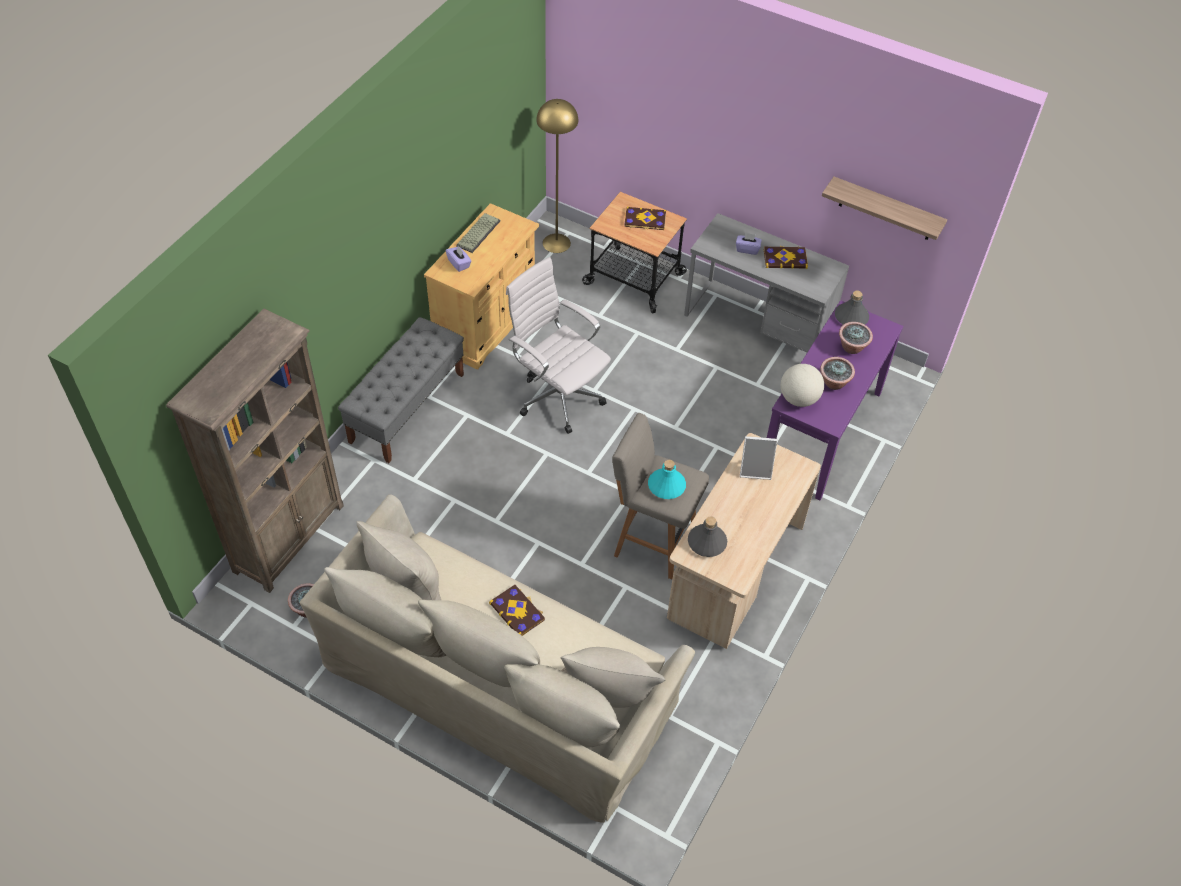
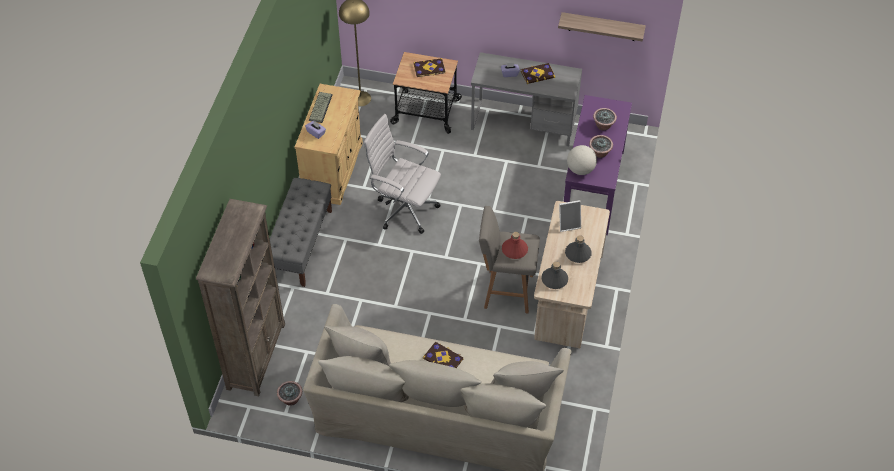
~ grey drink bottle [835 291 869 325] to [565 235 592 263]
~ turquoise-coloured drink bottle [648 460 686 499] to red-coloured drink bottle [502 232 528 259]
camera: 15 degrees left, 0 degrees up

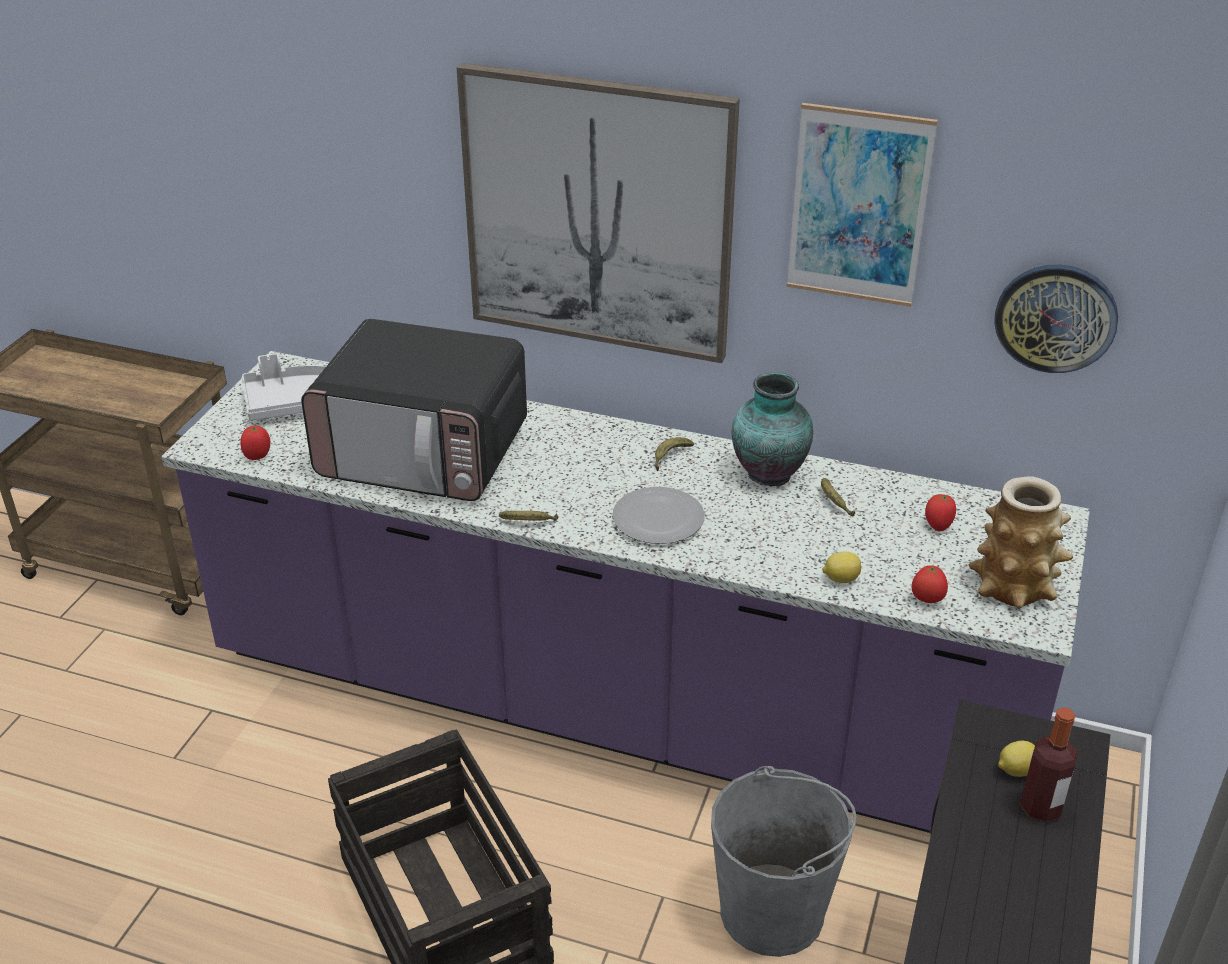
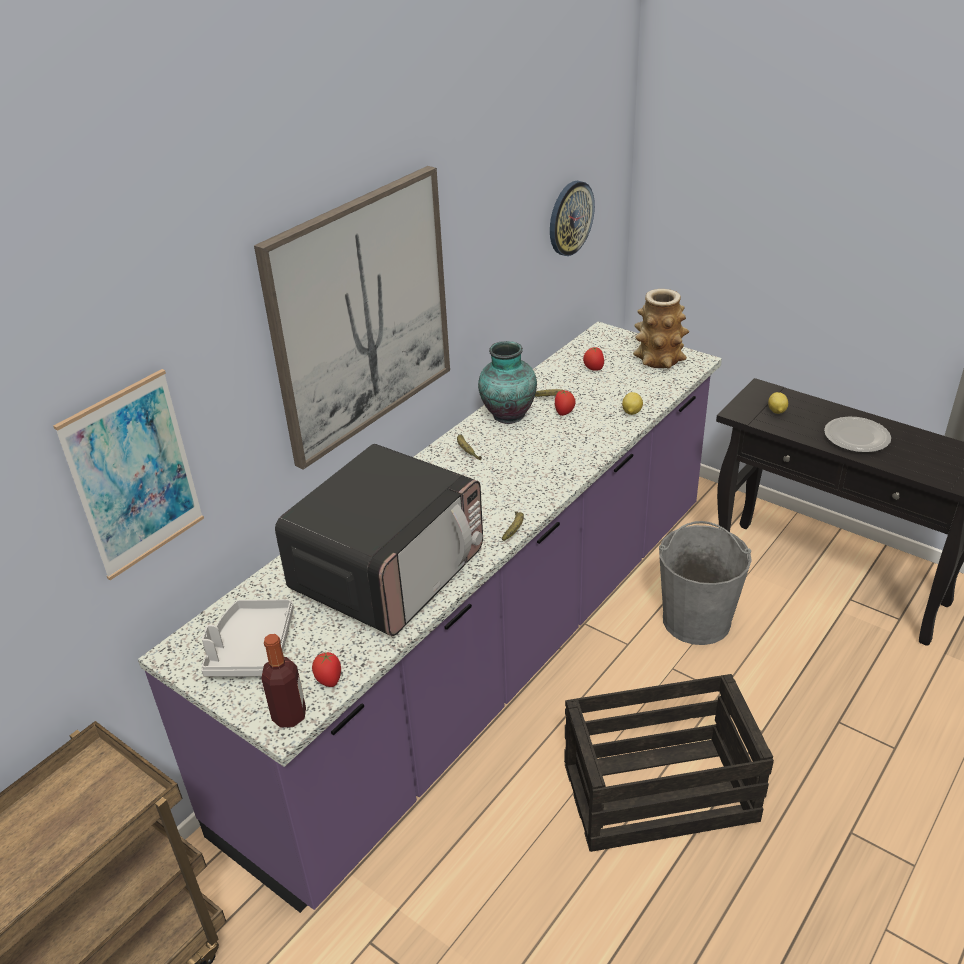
~ wall picture [787 103 938 307] to [54 369 204 580]
~ dinner plate [612 487 705 544] to [824 416 891 452]
~ tomato [912 565 948 603] to [555 390 575 416]
~ drink bottle [1020 707 1078 822] to [261 634 306 728]
camera: 70 degrees left, 0 degrees up

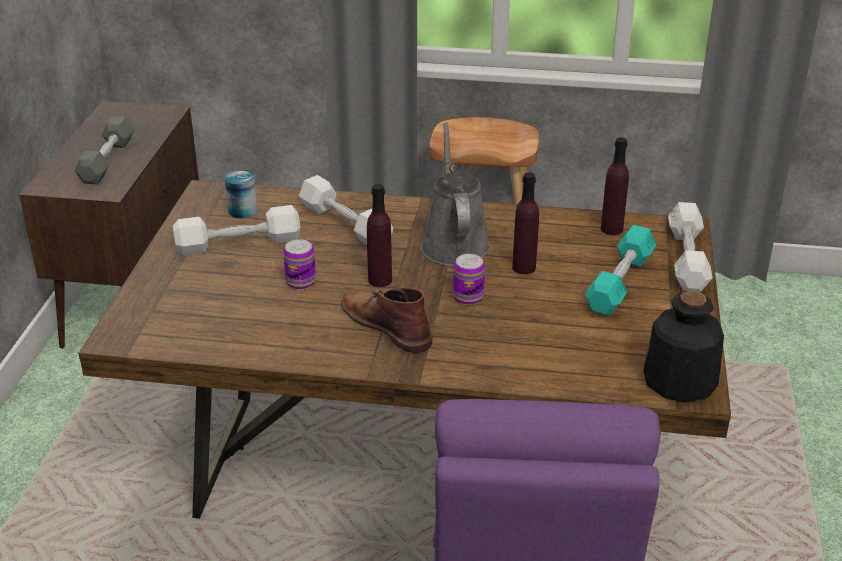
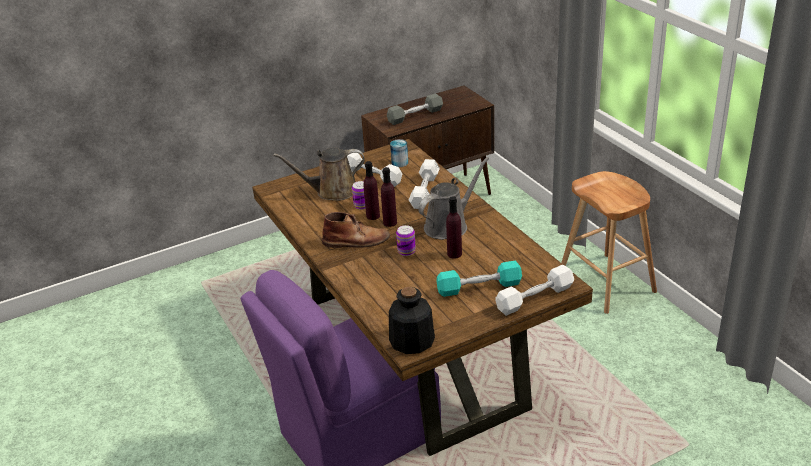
~ purple drink bottle [601 137 629 235] to [364 161 380 220]
~ brown-coloured tall boot [341 287 432 353] = [322 212 390 248] 75 degrees clockwise
+ brown-coloured watering pot [273 147 365 201]
camera: 55 degrees right, 0 degrees up

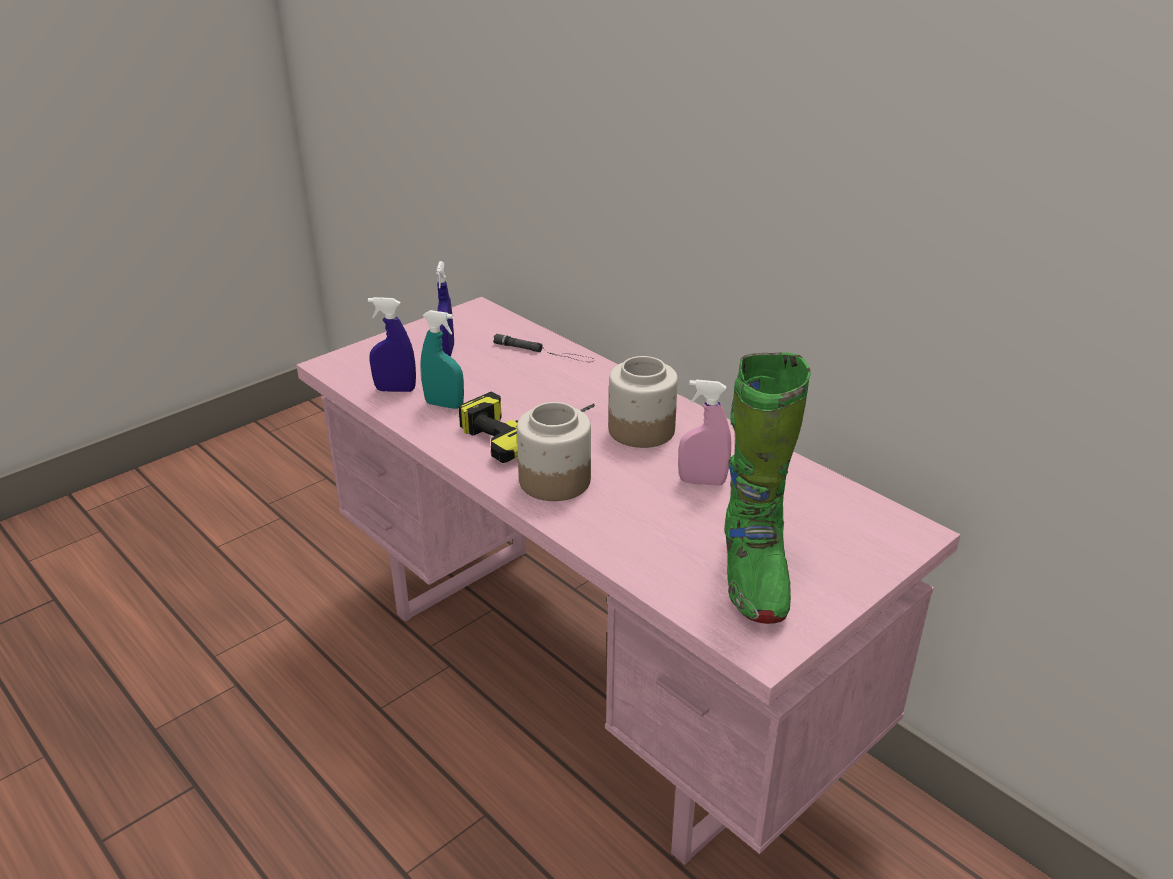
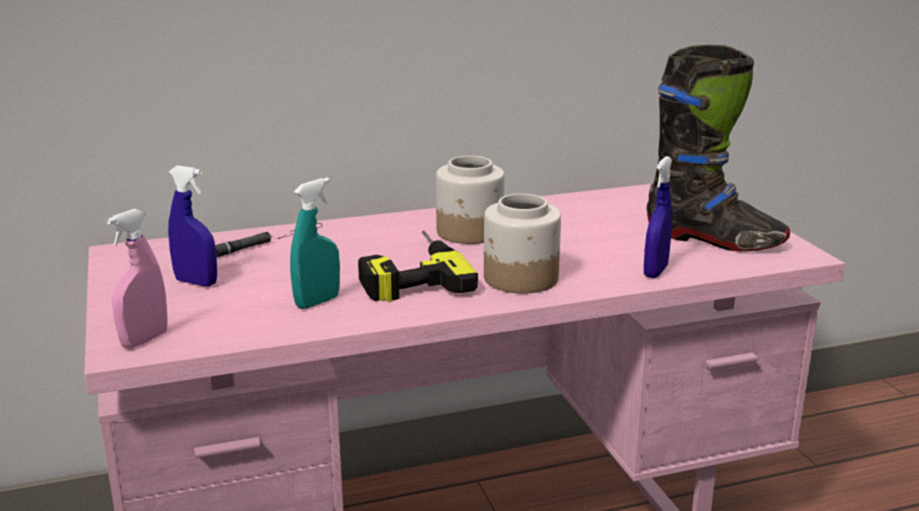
~ blue sprayer [368 297 416 392] to [644 156 672 278]
~ green-coloured tall boot [725 352 811 624] to black tall boot [647 45 790 252]
~ pink sprayer [678 380 731 486] to [107 209 168 348]
camera: 65 degrees left, 10 degrees down

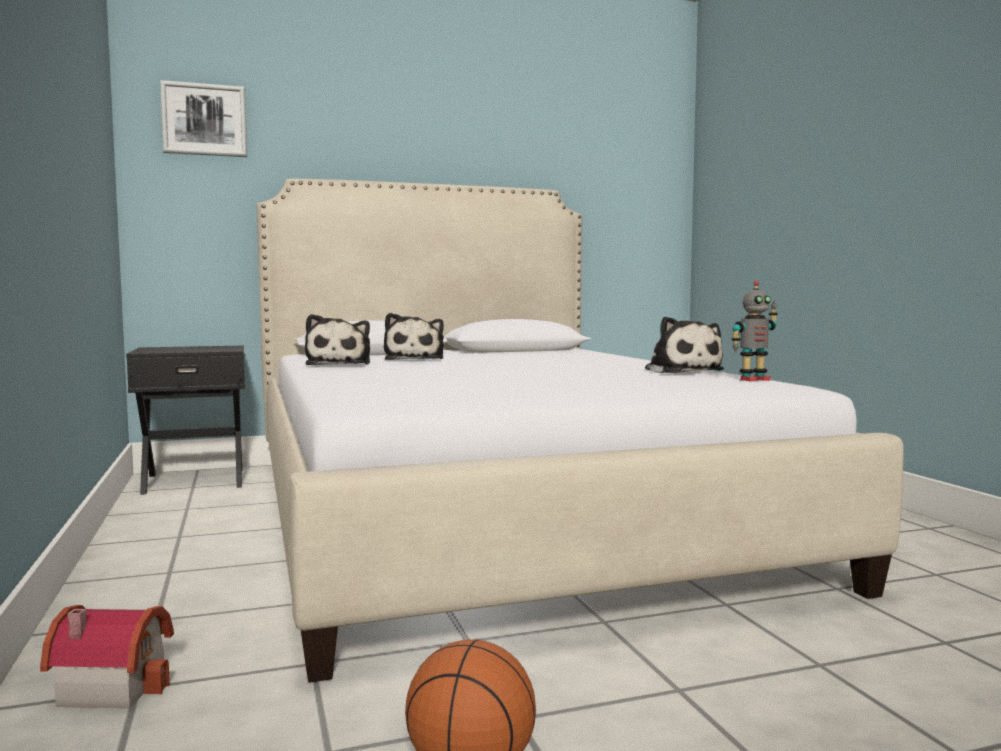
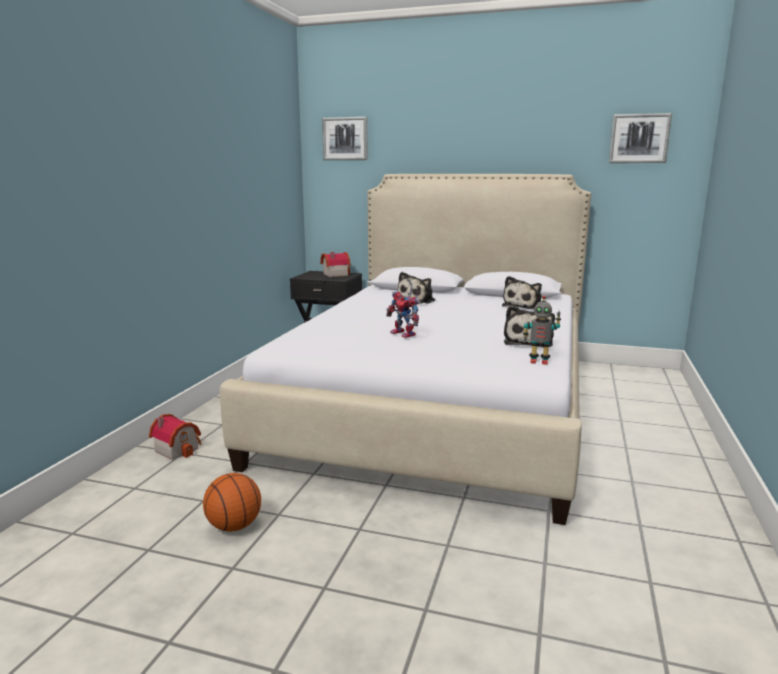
~ plush toy [305 314 370 365] to [502 276 542 309]
+ wall picture [609 113 672 163]
+ toy house [320 252 351 277]
+ robot figure [386 278 421 338]
camera: 35 degrees right, 10 degrees up

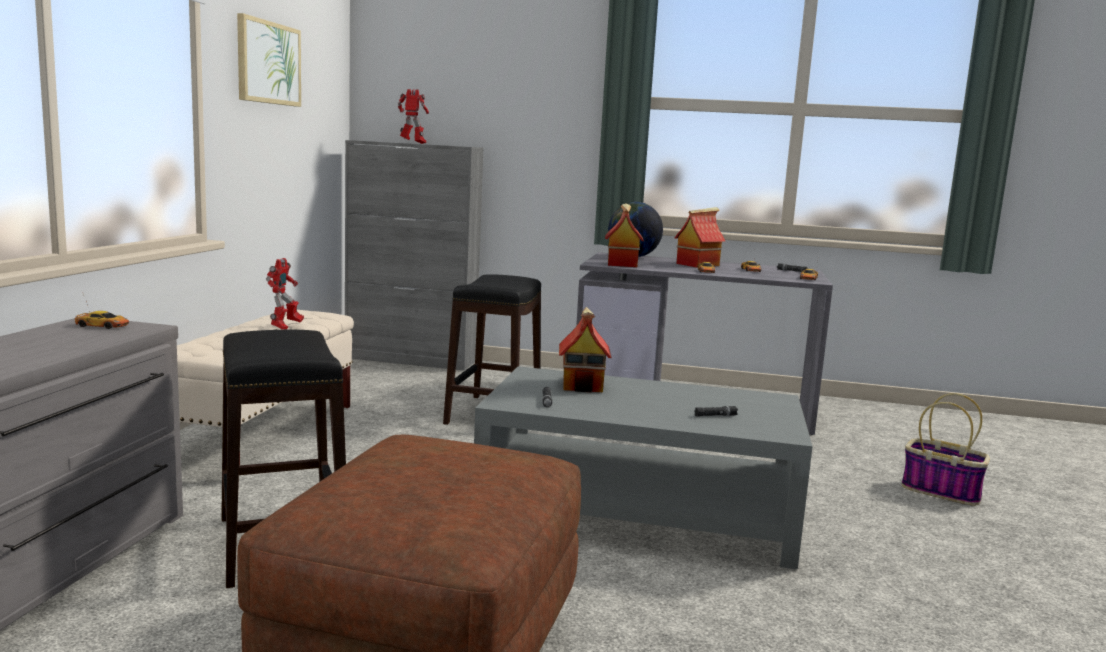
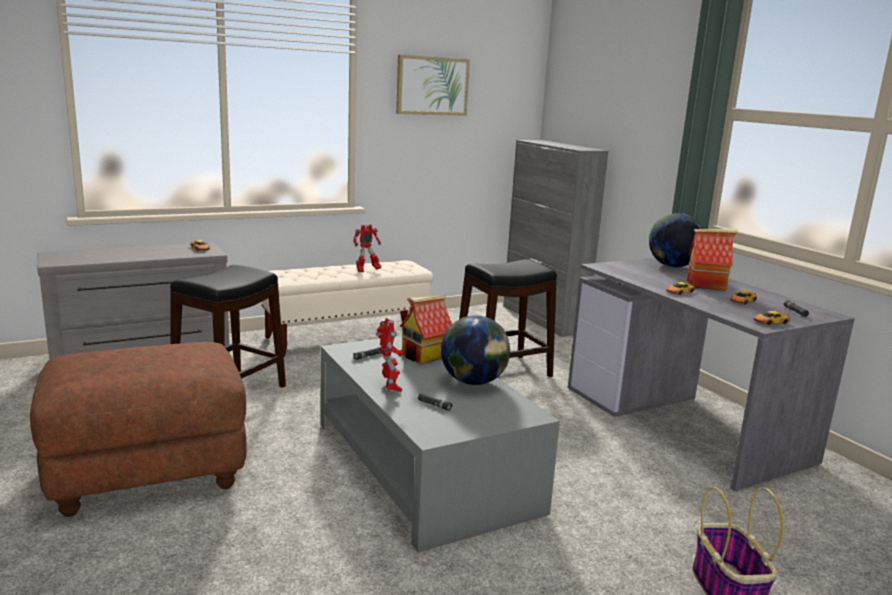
~ robot figure [398 89 429 144] to [376 318 403 392]
- toy house [605 203 644 267]
+ desk globe [441 315 510 385]
camera: 50 degrees right, 5 degrees up

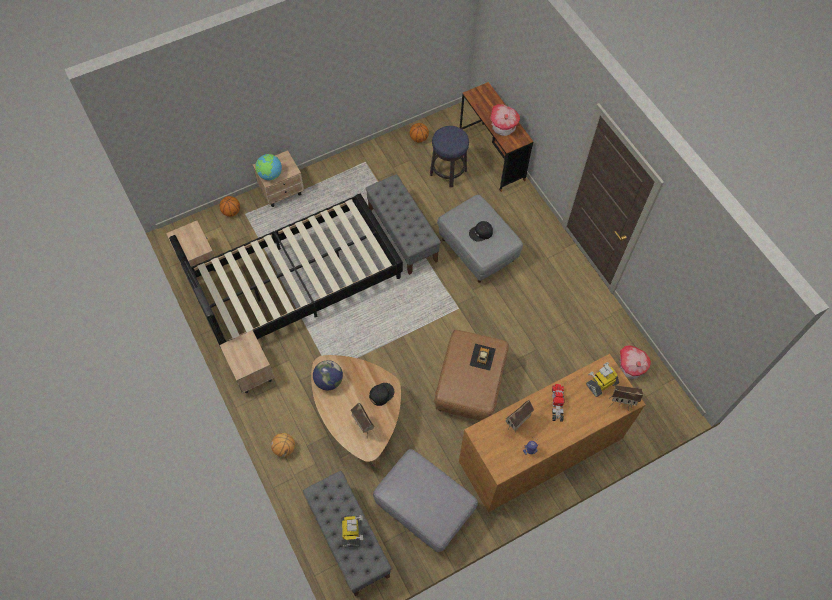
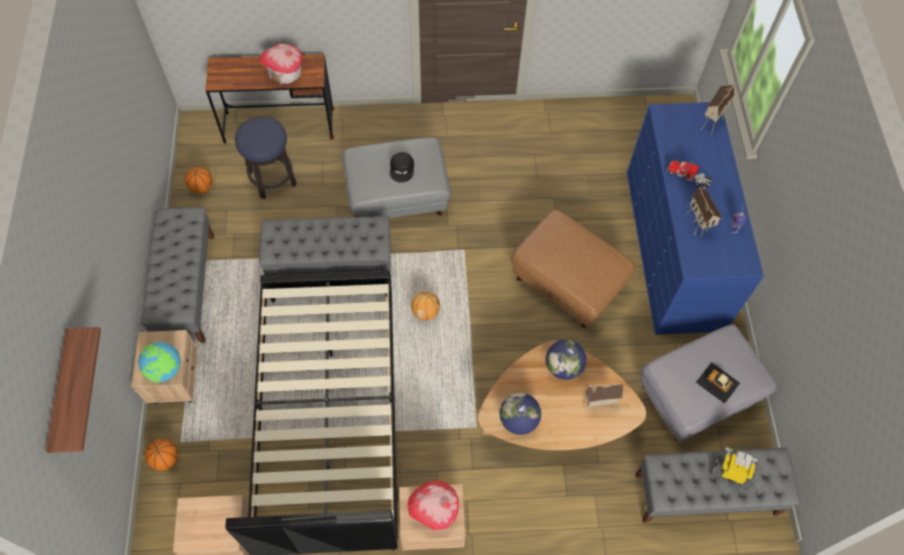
~ toy car [469 344 496 371] to [696 362 740 404]
~ toy house [619 345 651 379] to [407 480 459 531]
~ brown-coloured dresser [459 354 646 512] to blue dresser [627 102 764 335]
- robot figure [586 362 619 397]
~ black baseball cap [369 383 394 406] to desk globe [546 339 586 380]
~ basketball ball [271 433 295 457] to [411 291 440 321]
+ grey bench [141 207 214 343]
+ wall shelf [46 327 101 453]
camera: 65 degrees left, 0 degrees up

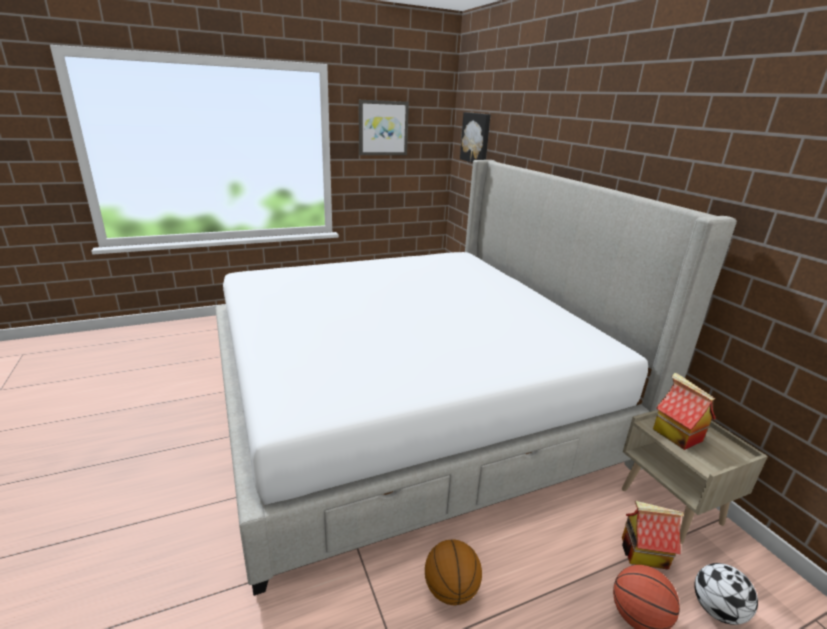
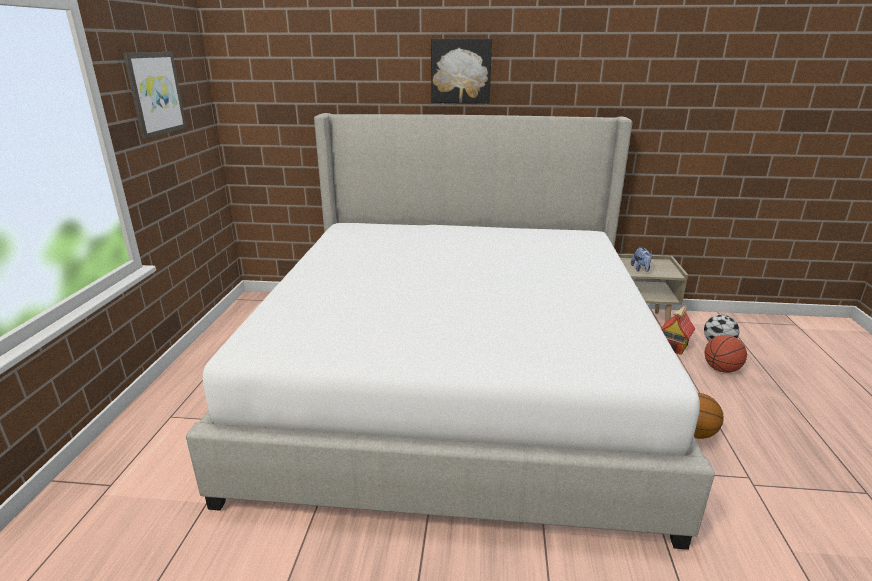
~ wall picture [460 112 490 163] to [431 39 492 103]
~ toy house [653 373 716 450] to plush toy [631 247 652 272]
camera: 60 degrees left, 0 degrees up

